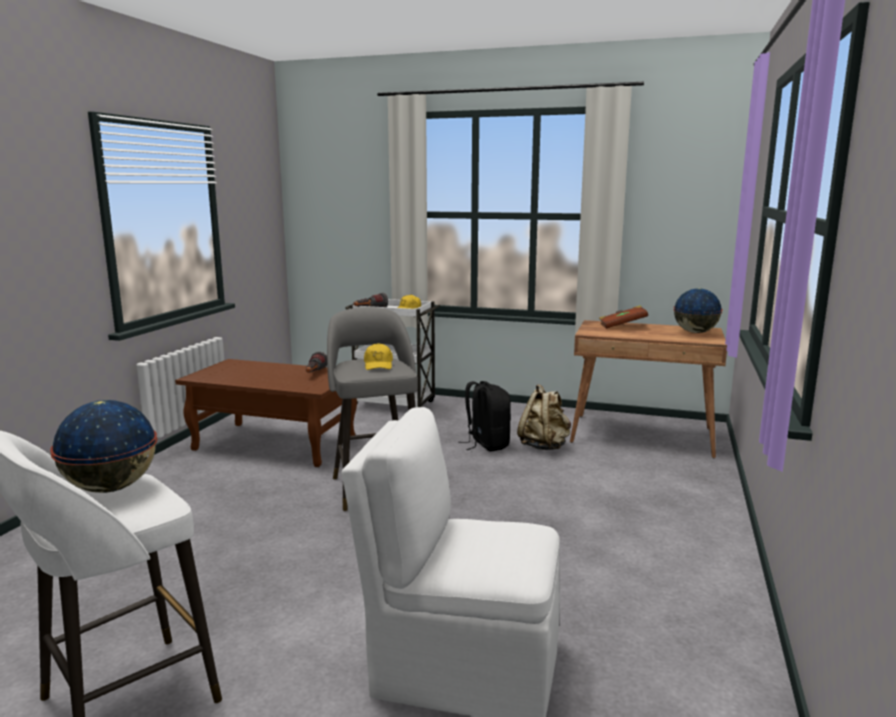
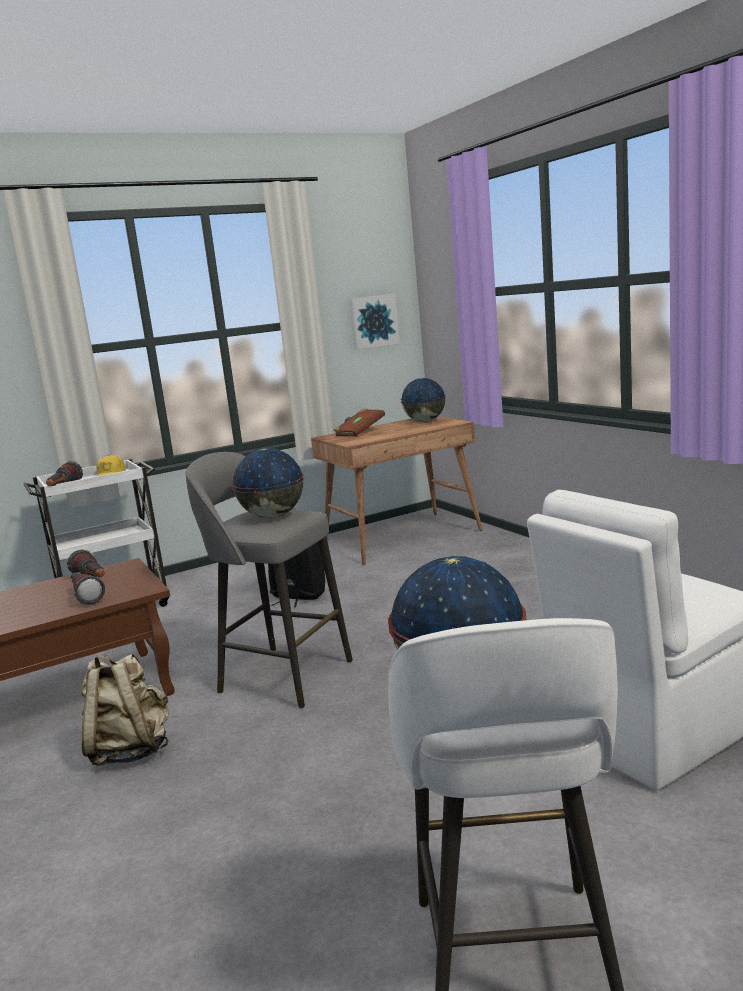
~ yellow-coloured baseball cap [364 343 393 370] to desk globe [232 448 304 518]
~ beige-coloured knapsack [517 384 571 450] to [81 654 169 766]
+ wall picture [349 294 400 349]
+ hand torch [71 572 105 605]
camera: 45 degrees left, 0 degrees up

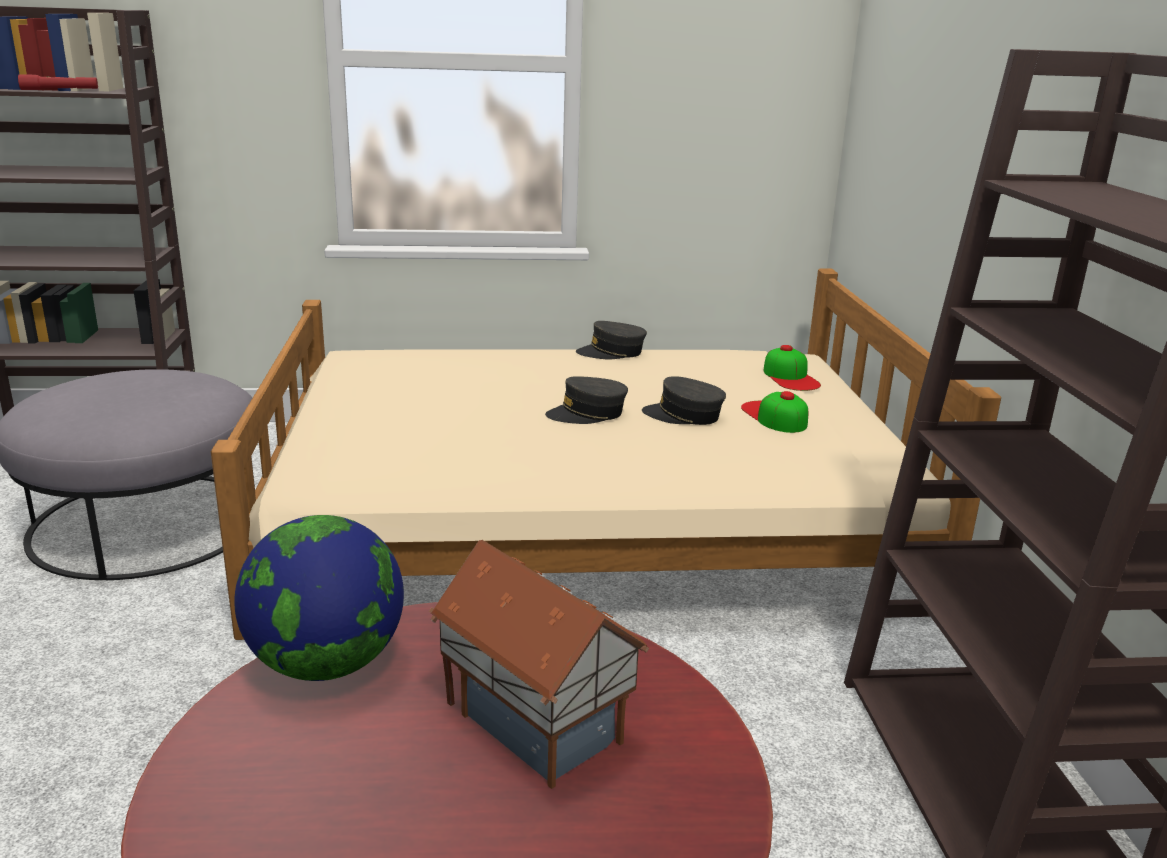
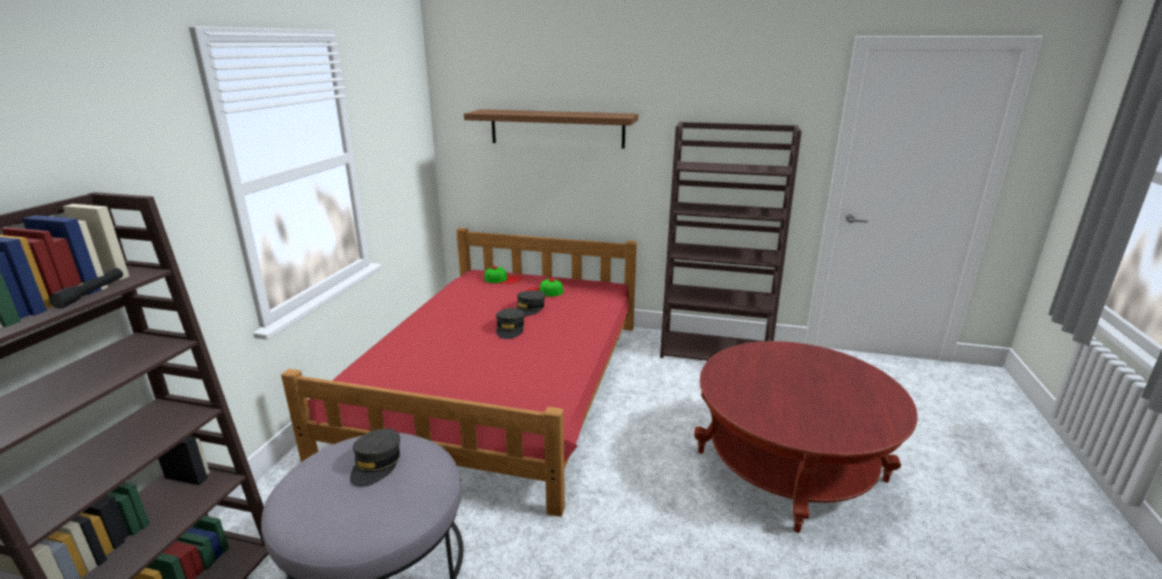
~ red-coloured hand torch [18 74 98 90] to black hand torch [49 268 123 309]
~ beige-coloured sleeping bed [211 268 1001 640] to red-coloured sleeping bed [281 228 637 517]
~ grey baseball cap [576 321 647 359] to [350 429 400 487]
- desk globe [234 515 404 681]
- toy house [429 540 649 789]
+ brown-coloured wall shelf [464 109 638 149]
camera: 70 degrees left, 0 degrees up

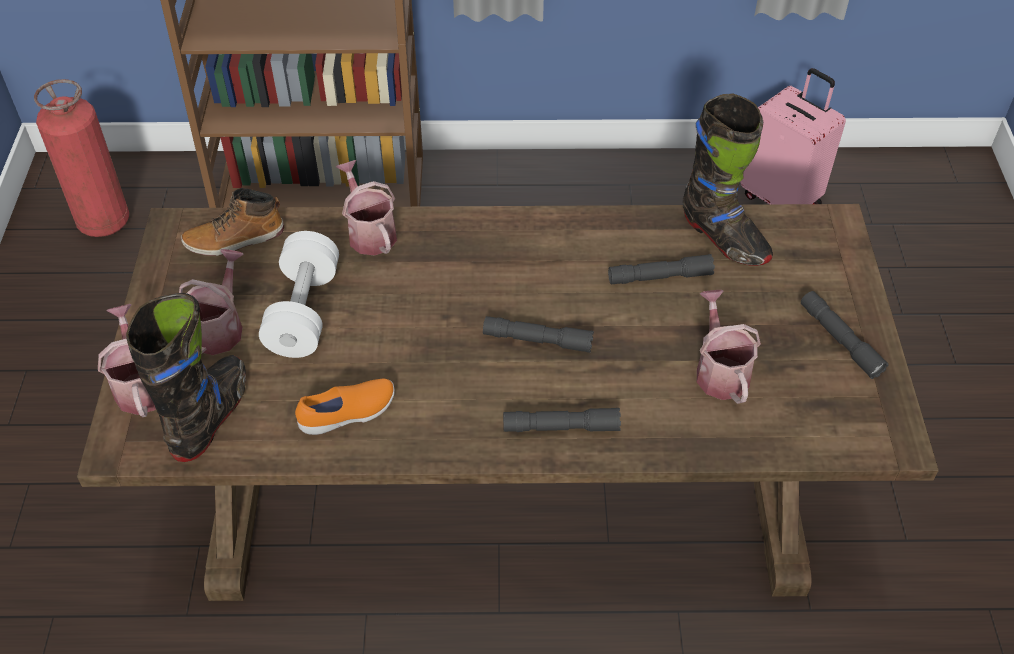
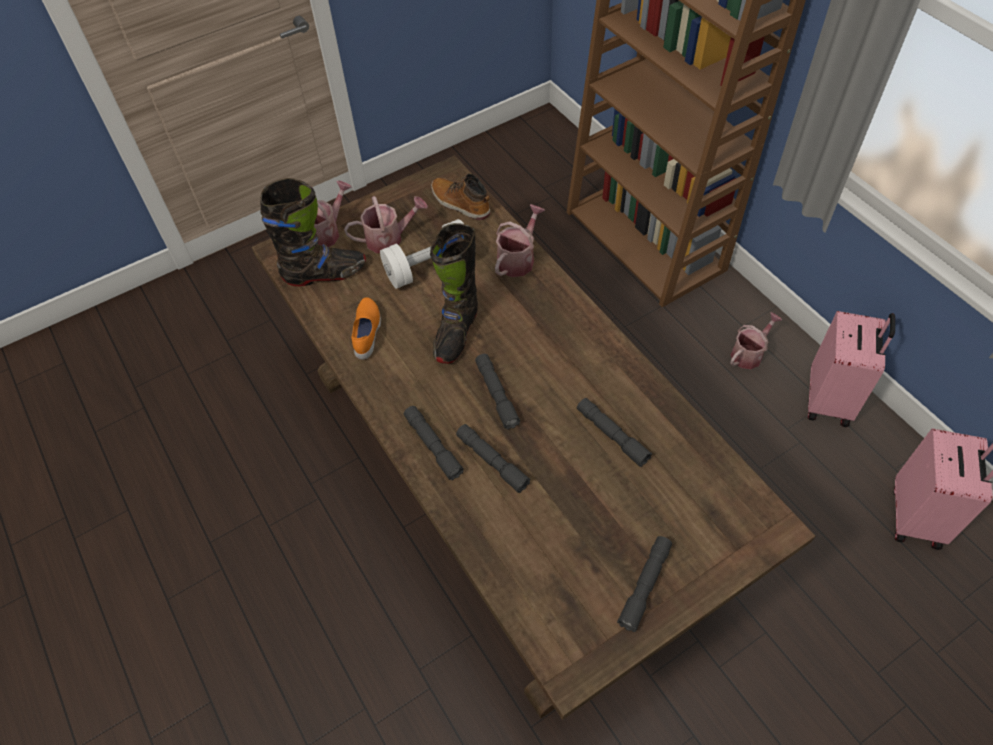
- extinguisher [34 79 129 237]
~ black tall boot [682 94 773 266] to [430 223 478 364]
~ watering pot [697 290 761 404] to [730 312 782 369]
~ orangey shoe [295 379 395 435] = [352 297 381 360] 120 degrees counterclockwise
+ pink suitcase [807 311 895 427]
+ grey hand torch [456 424 531 493]
camera: 60 degrees right, 5 degrees up

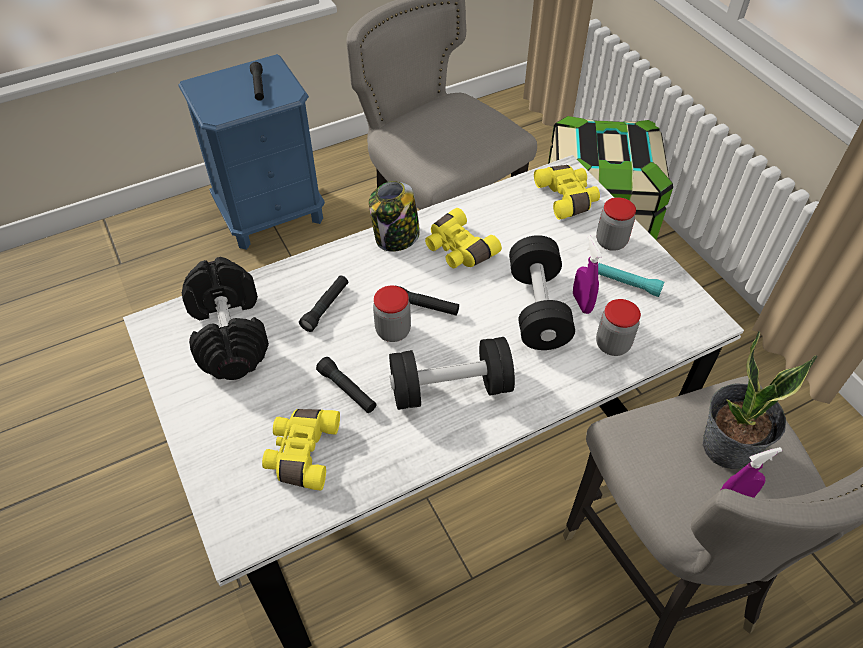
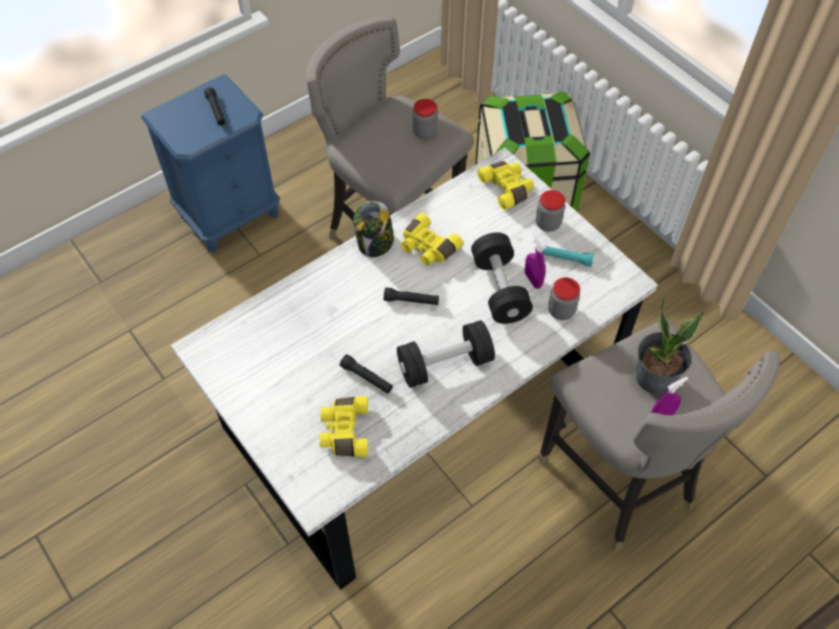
- black free weight [182 257 269 380]
- black hand torch [299 275 348 332]
~ jar [373 286 411 342] to [413 99 438 139]
camera: 10 degrees left, 5 degrees up

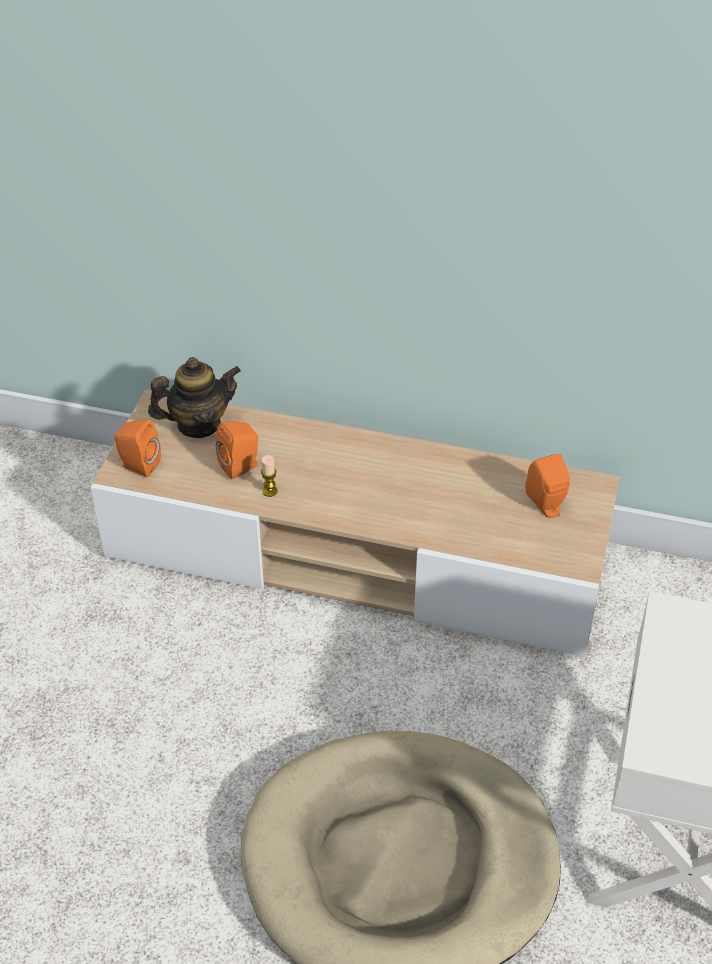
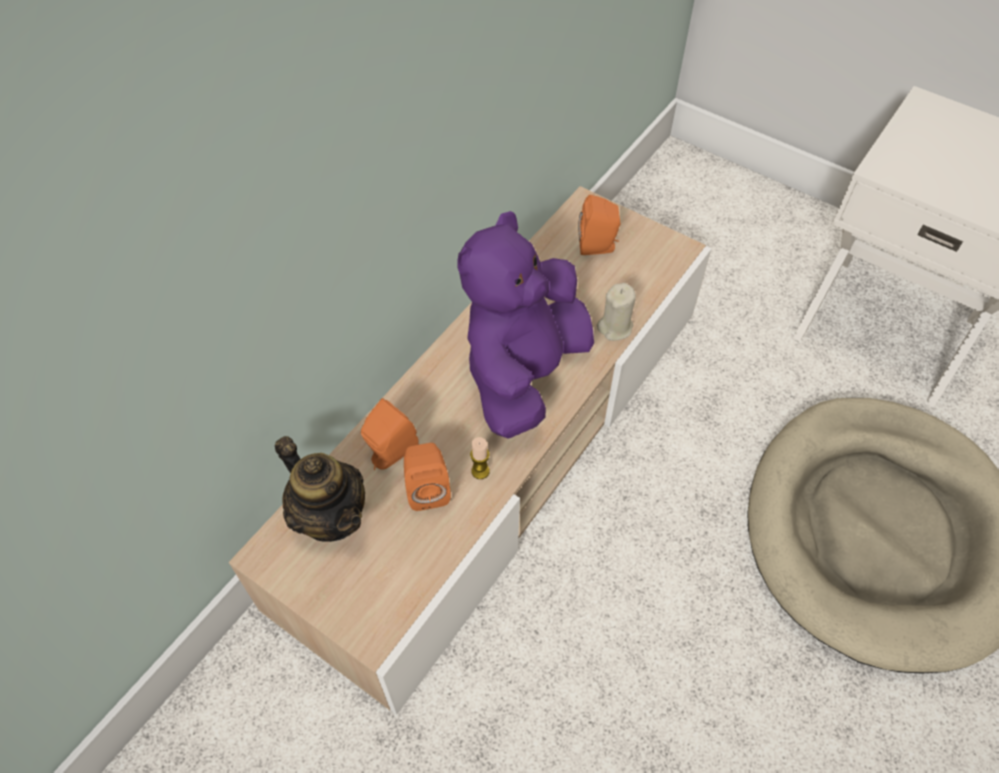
~ teapot [148 357 241 438] = [275 436 365 542] 135 degrees clockwise
~ orangey audio speaker [114 420 161 477] to [361 398 419 470]
+ purple plush toy [457 211 594 439]
+ beige-coloured wax candle [597 283 636 341]
camera: 70 degrees left, 10 degrees up

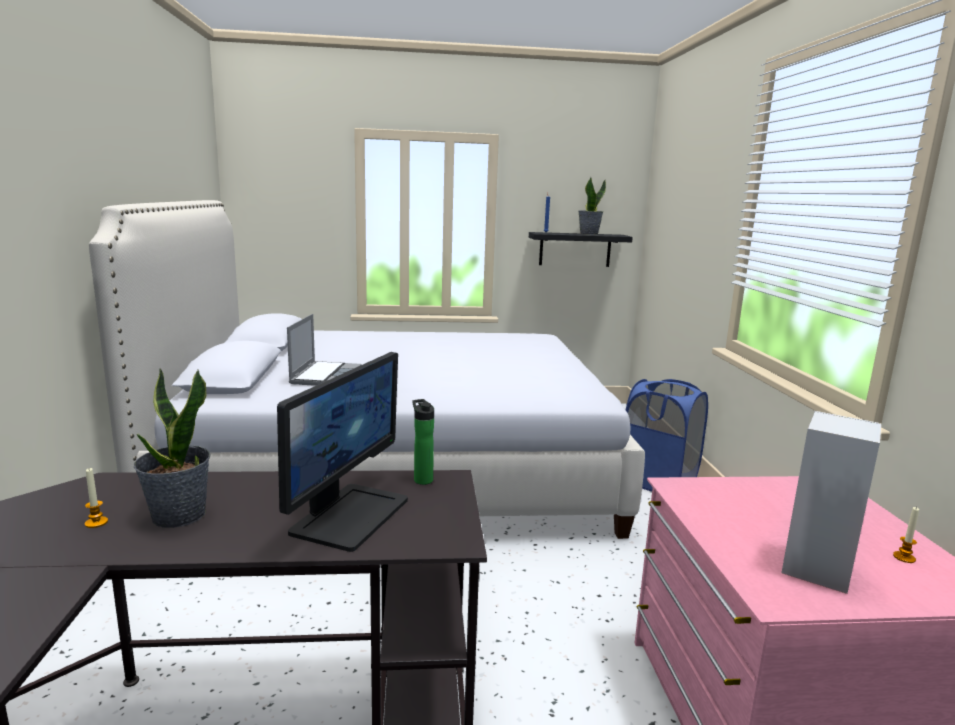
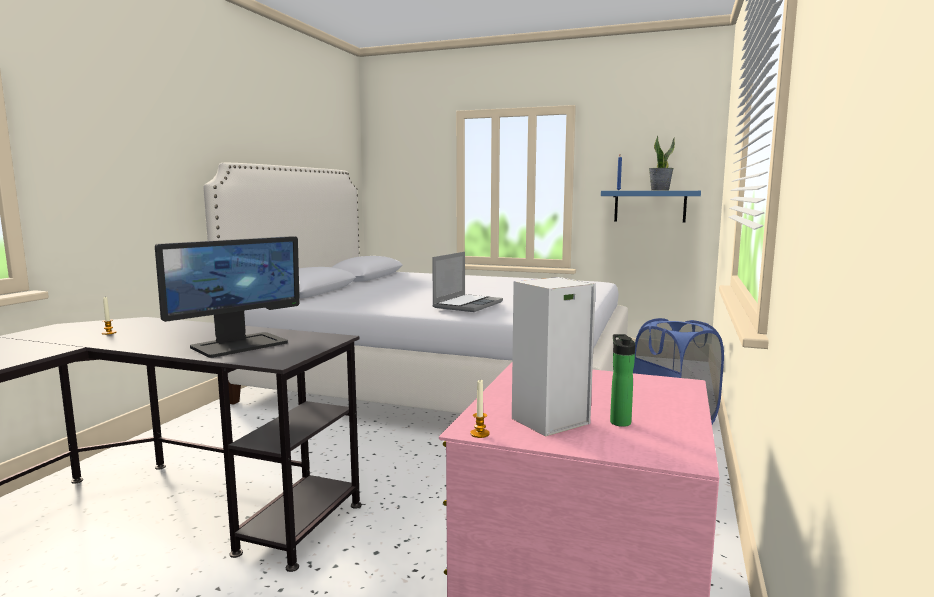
~ black wall shelf [529 232 633 267] to blue wall shelf [601 191 701 223]
~ portable computer [287 314 362 386] to [432 252 503 312]
- potted plant [134 369 211 528]
~ drink bottle [413 399 434 485] to [610 334 635 427]
~ wax candle [893 506 919 563] to [470 380 490 438]
camera: 25 degrees right, 5 degrees down

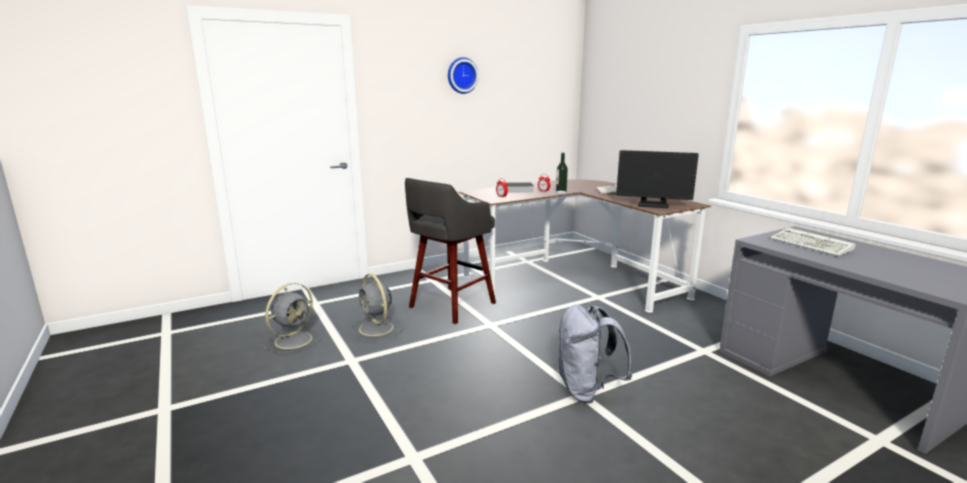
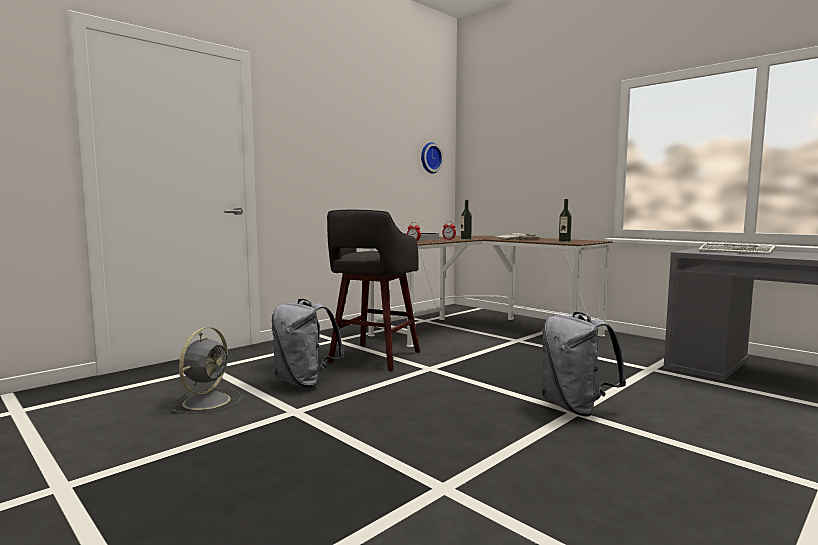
~ wall clock [448 57 479 94] to [421 142 444 173]
~ computer display [616 150 699 208] to drink bottle [559 199 572 242]
~ grey fan [351 274 404 341] to grey knapsack [272 299 344 388]
camera: 15 degrees left, 10 degrees down

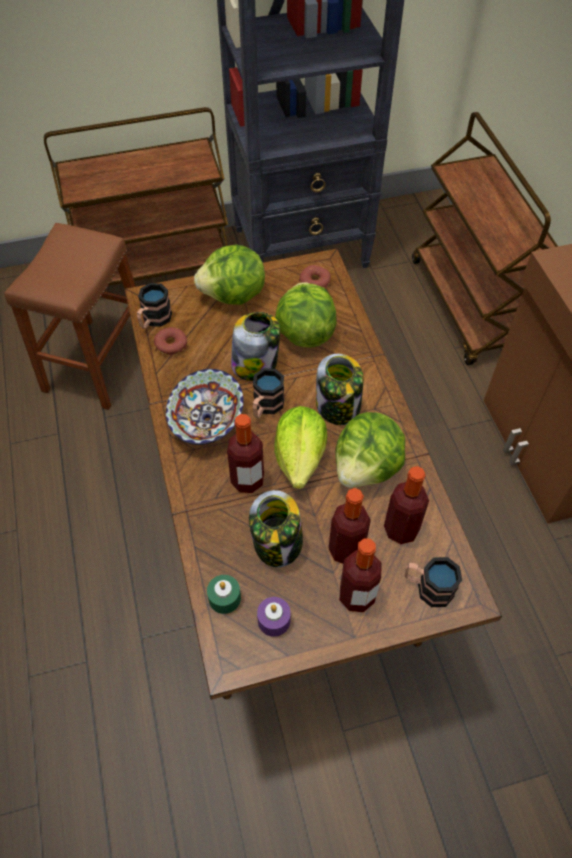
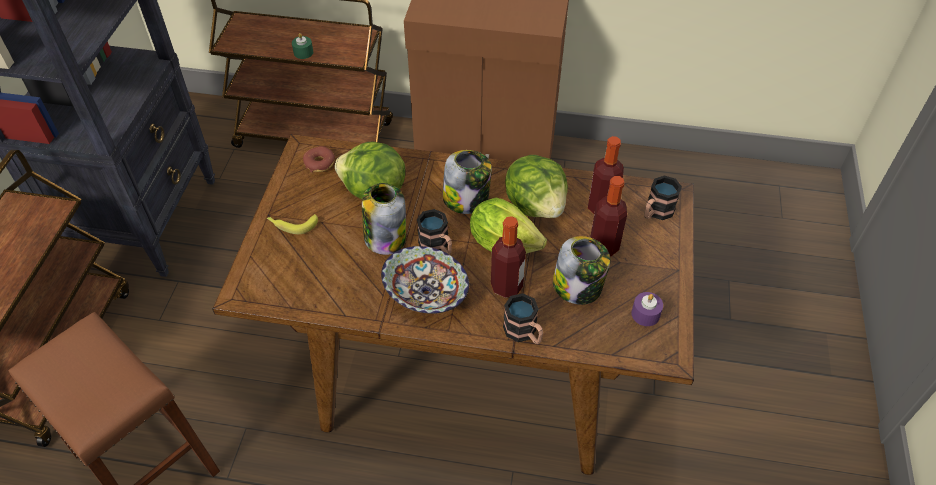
~ head of lettuce [194 244 265 305] to banana [267 214 318 234]
~ coffee mug [137 283 172 329] to [503 293 543 344]
- doughnut [154 327 187 356]
- drink bottle [339 538 382 612]
~ green-coloured wax candle [207 575 241 614] to [292 33 313 59]
camera: 65 degrees left, 5 degrees down

